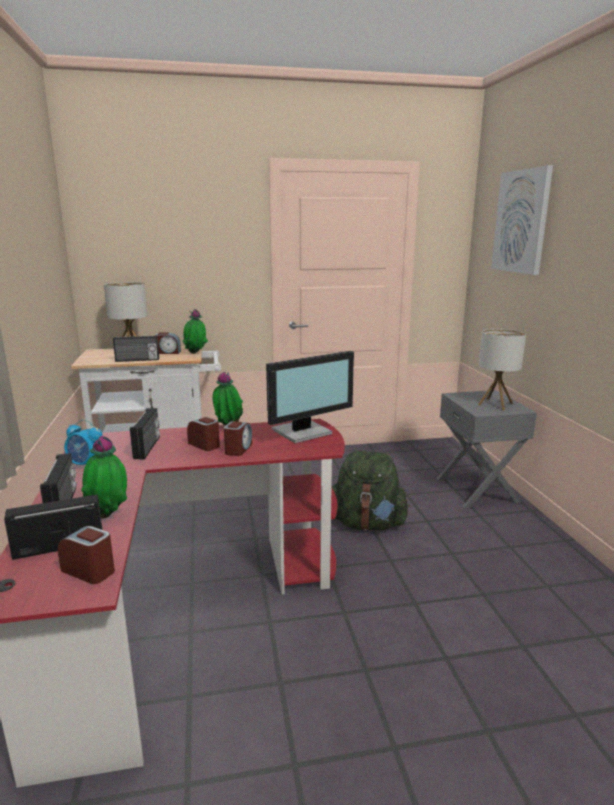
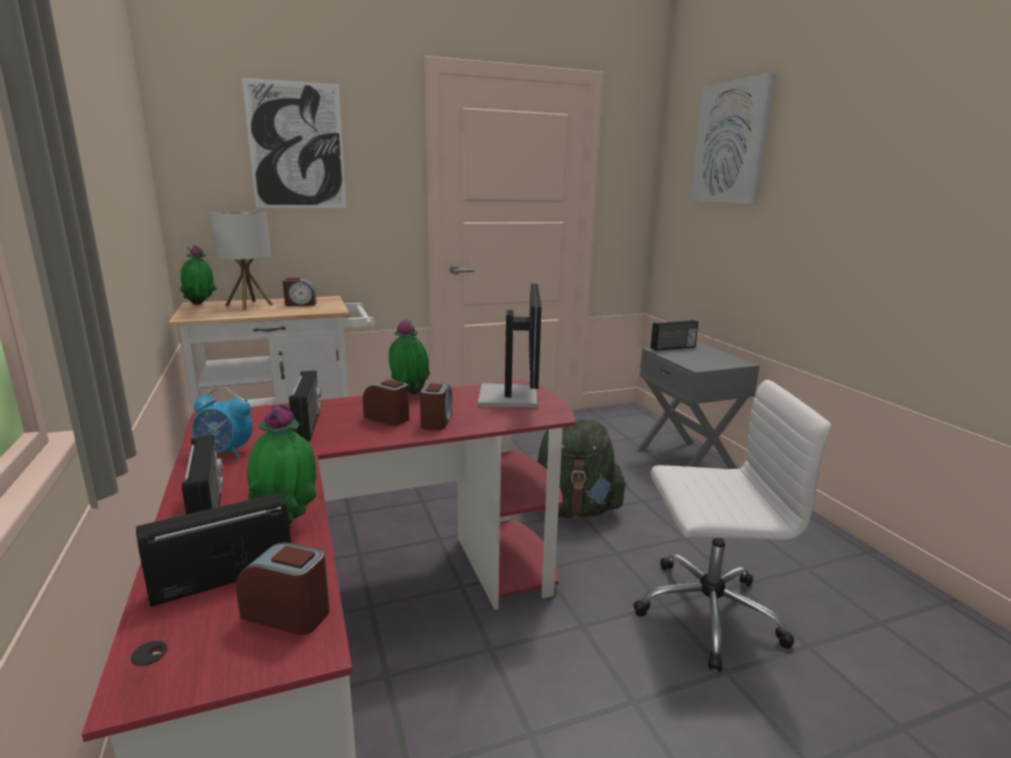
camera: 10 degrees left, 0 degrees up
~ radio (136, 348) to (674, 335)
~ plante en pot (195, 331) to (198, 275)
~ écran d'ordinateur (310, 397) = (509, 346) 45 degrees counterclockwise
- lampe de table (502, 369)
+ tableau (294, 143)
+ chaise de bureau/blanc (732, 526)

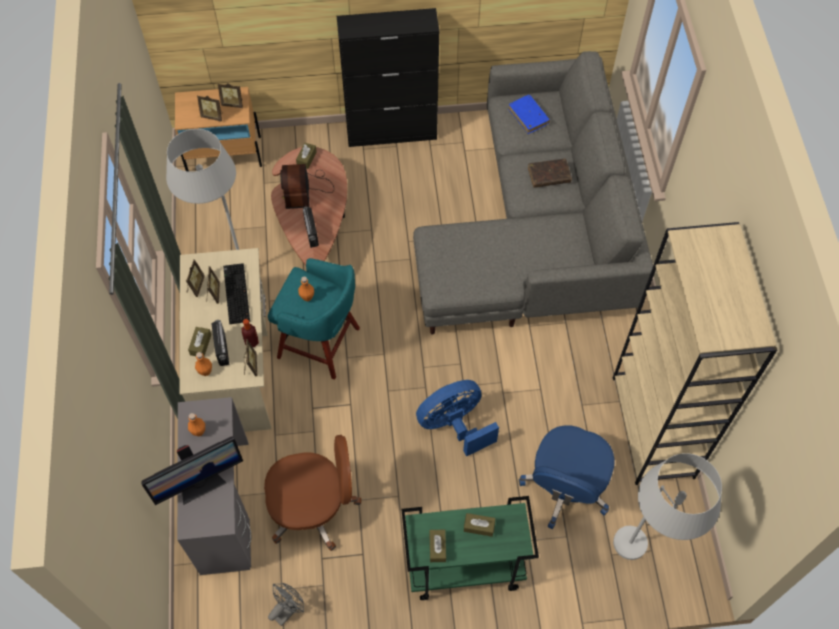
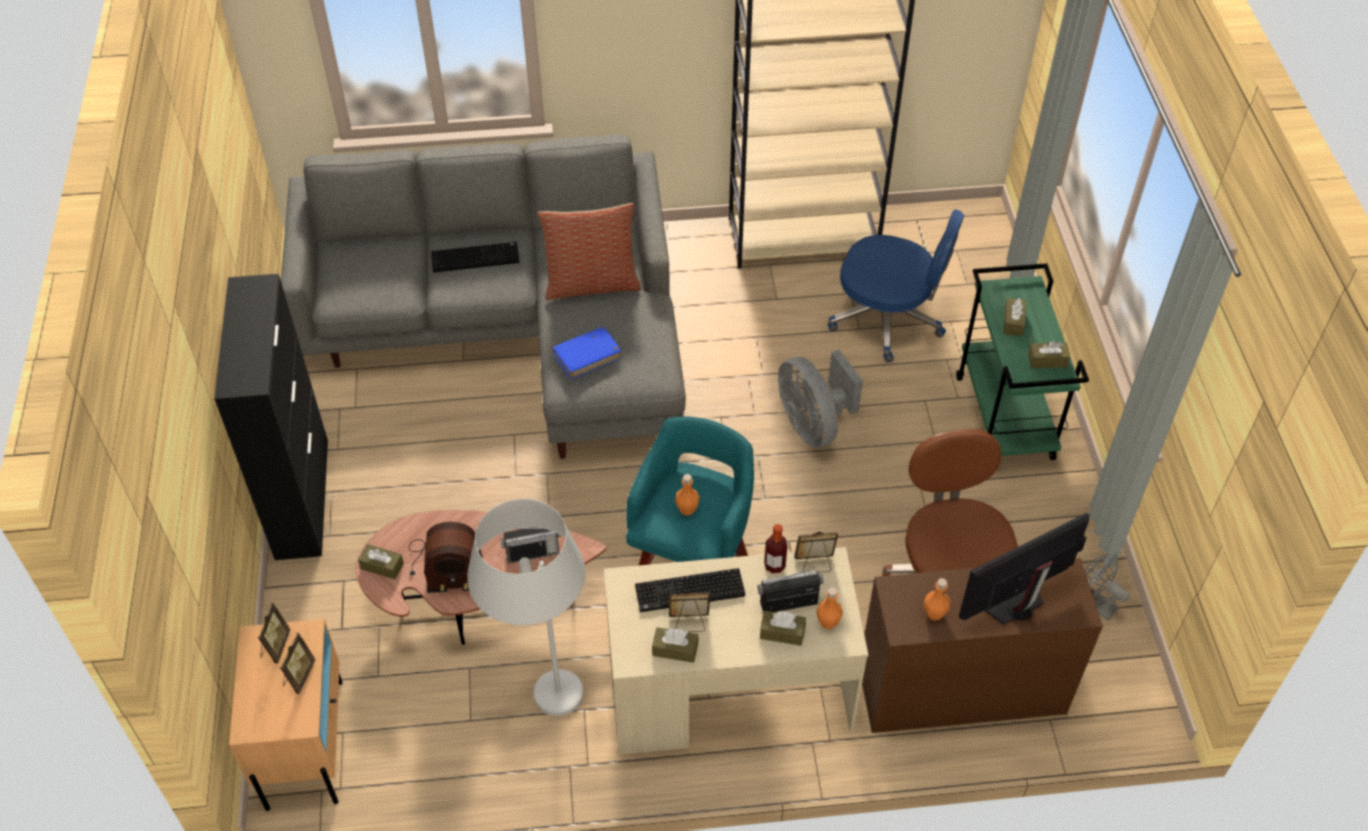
camera: 90 degrees left, 10 degrees down
~ écran d'ordinateur (192, 470) = (1024, 568) 90 degrees counterclockwise
~ bureau/gris (214, 486) to bureau/marron (982, 645)
~ cadre photo (195, 278) to boîte à mouchoirs/marron (675, 645)
~ ventilateur/bleu (457, 418) to ventilateur/gris (820, 399)
~ livre/bleu (529, 114) to (586, 353)
~ livre/marron (550, 173) to clavier (475, 257)
- lampadaire/blanc (667, 506)
+ coussin (589, 251)

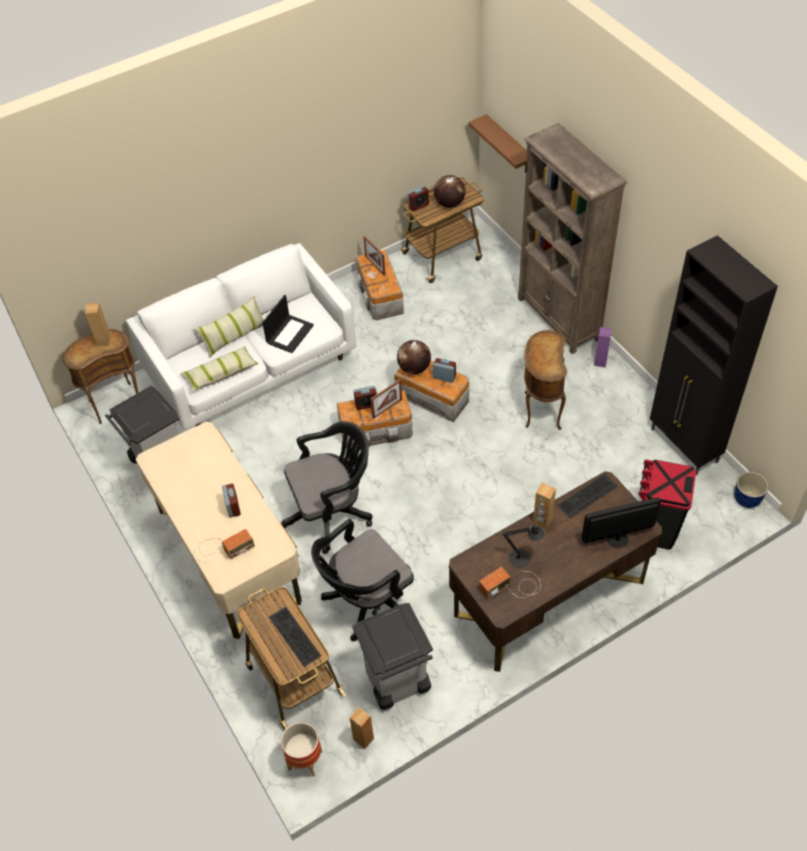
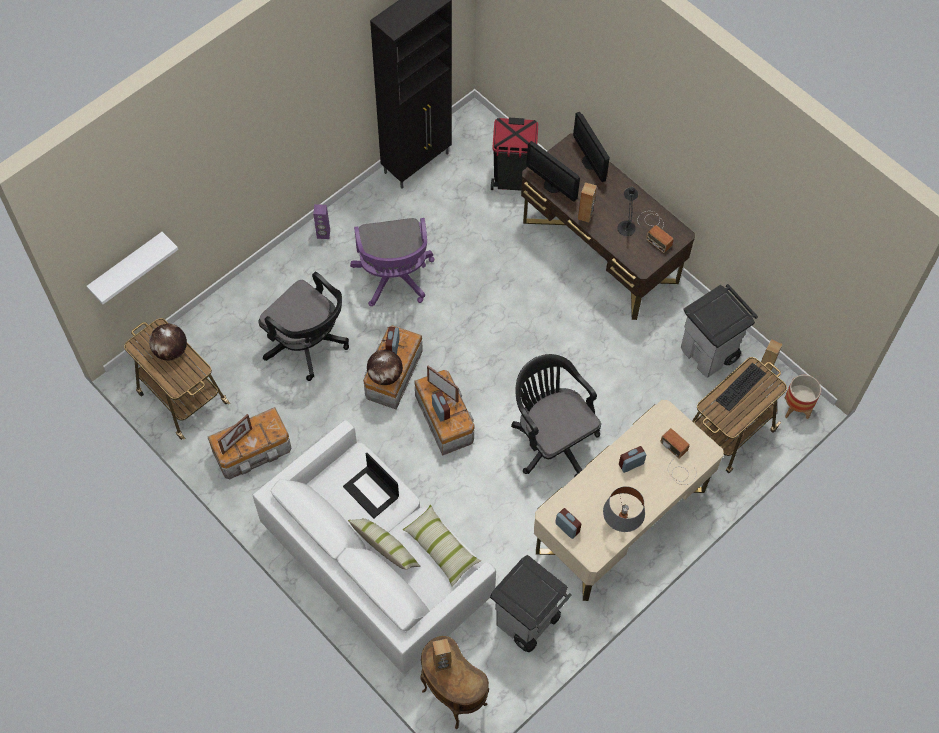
camera: 105 degrees left, 10 degrees up
~ ordinateur portable (288, 324) = (371, 485) 150 degrees counterclockwise
~ chaise de bureau/noir (362, 580) to (303, 326)
~ réveil (418, 198) to (568, 523)
~ étagère/marron (498, 143) to étagère/blanc (132, 268)
- bibliothèque/marron (572, 238)
~ table d'appoint/marron (545, 380) to chaise de bureau/violet (392, 262)
~ clavier (587, 496) to écran d'ordinateur (553, 171)
- cache-pot (751, 490)
+ lampe de table/gris (624, 509)

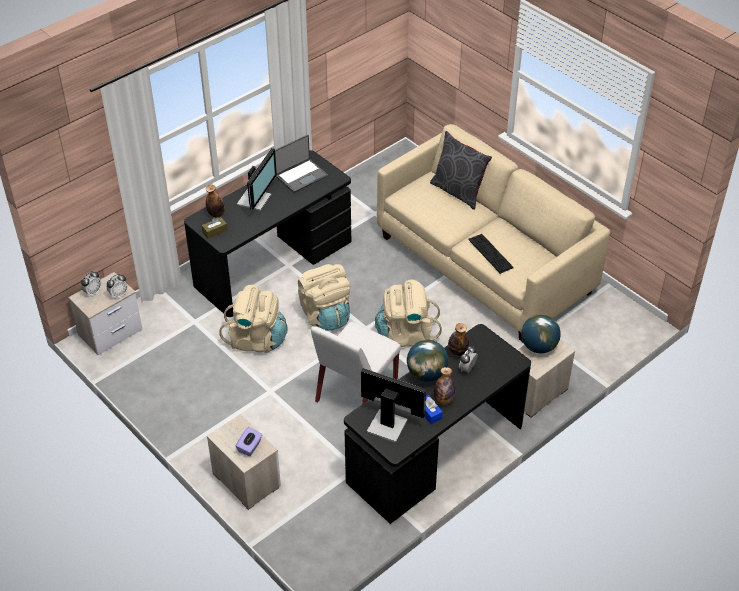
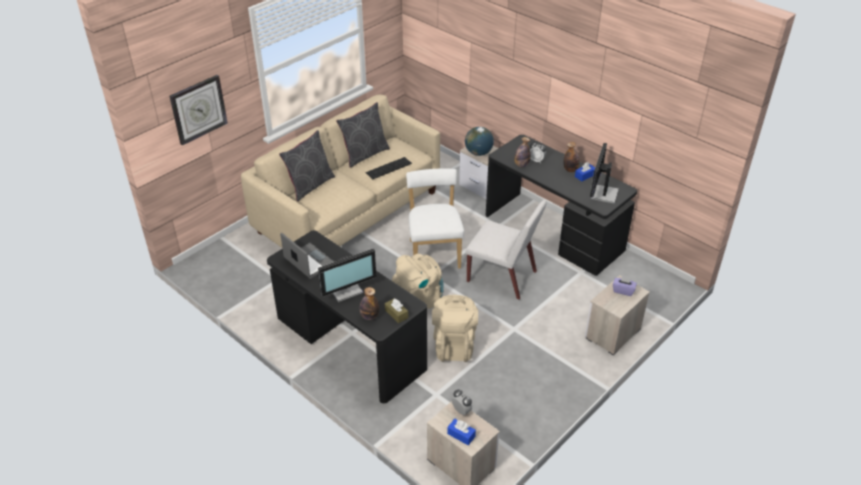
camera: 95 degrees left, 5 degrees down
~ réveil (91, 283) to boîte à mouchoirs/bleu (461, 432)
~ écran d'ordinateur (257, 179) = (347, 275) 135 degrees clockwise
~ sac à dos/beige (408, 313) to chaise/blanc (435, 219)
- globe (427, 360)
+ horloge murale (199, 110)
+ coussin/gris (363, 135)

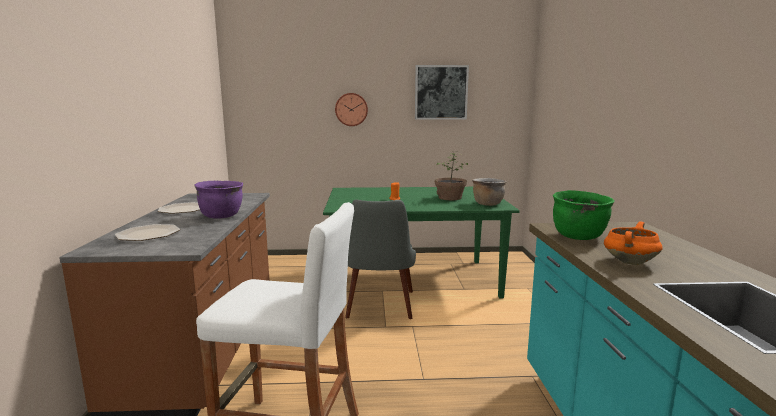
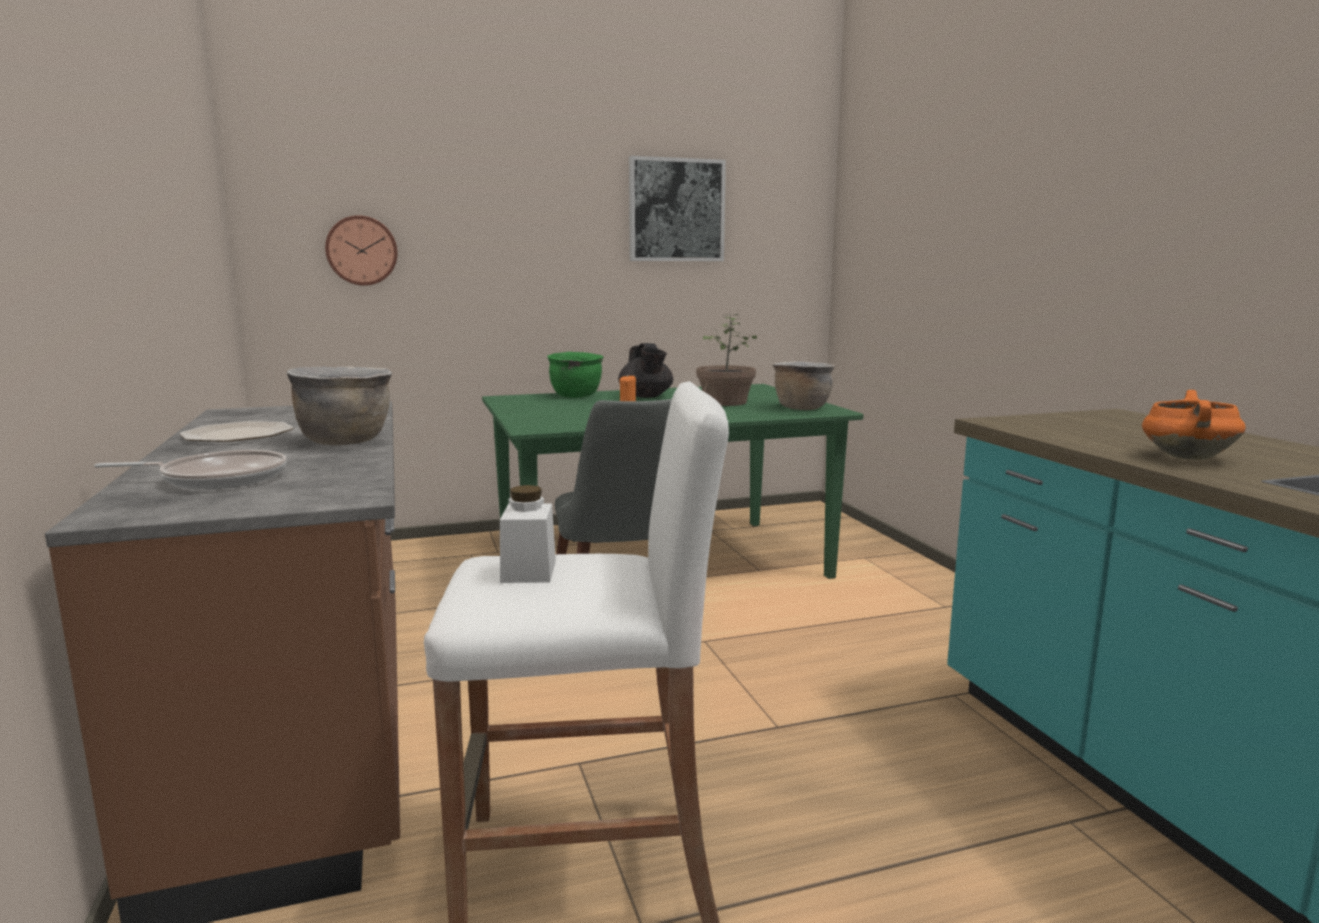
camera: 15 degrees left, 0 degrees up
~ assiette (147, 232) to poêle (190, 469)
~ marmite/violet (219, 200) to marmite/marron (339, 405)
~ horloge murale (351, 109) to (361, 250)
~ marmite/vert (584, 215) to (575, 375)
+ bocal/blanc (528, 534)
+ théière/noir (645, 370)

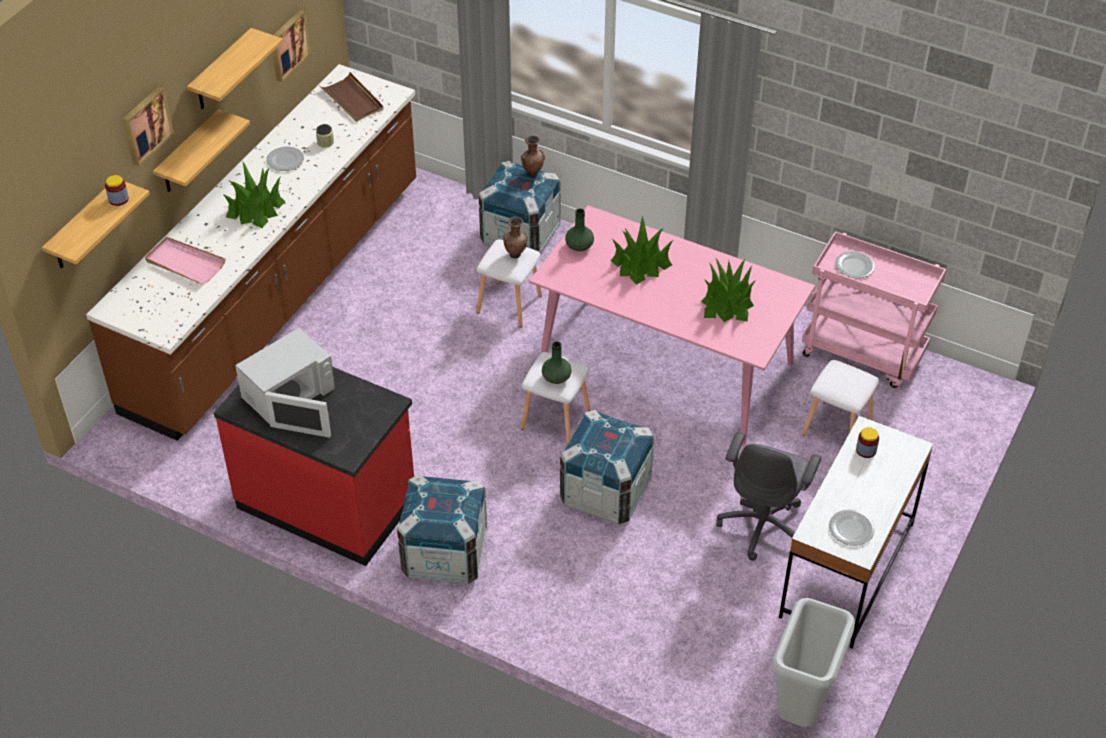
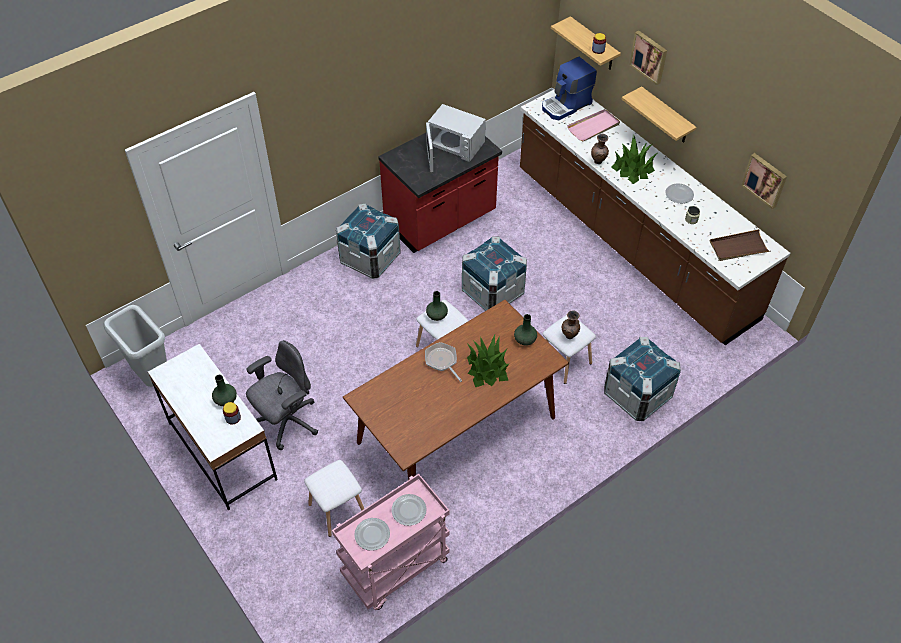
camera: 115 degrees right, 5 degrees up
- étagère (235, 68)
~ micro-ondes/blanc (285, 383) = (456, 138) 45 degrees counterclockwise
~ vase/marron (533, 156) to (600, 149)
~ table à manger/rose (672, 325) to table à manger/marron (456, 390)
~ caisse (607, 467) to (494, 273)
- plante en pot (728, 289)
~ chaise de bureau/gris (768, 496) = (282, 395) 90 degrees clockwise
~ assiette (851, 527) to (372, 534)
+ vase/vert (224, 390)
+ poêle (443, 362)
+ machine à café (569, 88)

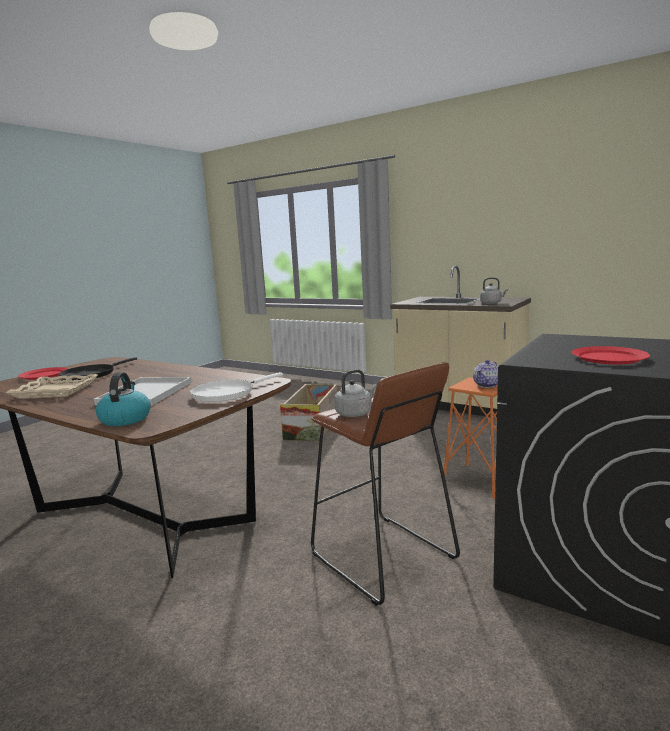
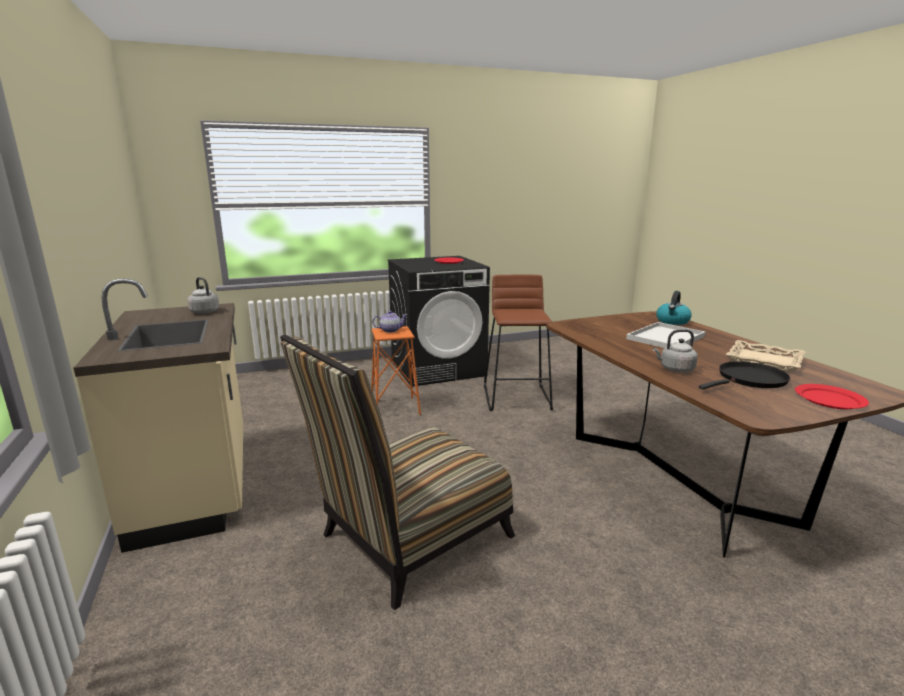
camera: 145 degrees left, 5 degrees up
- poêle/blanc (236, 387)
~ caisse (308, 413) to chaise (397, 472)
~ bouilloire/gris (355, 393) to (675, 350)

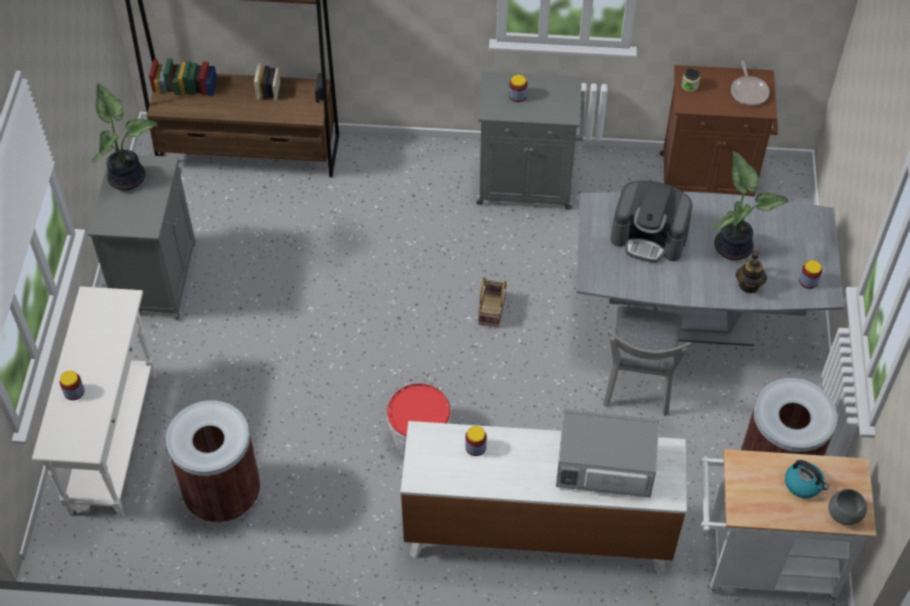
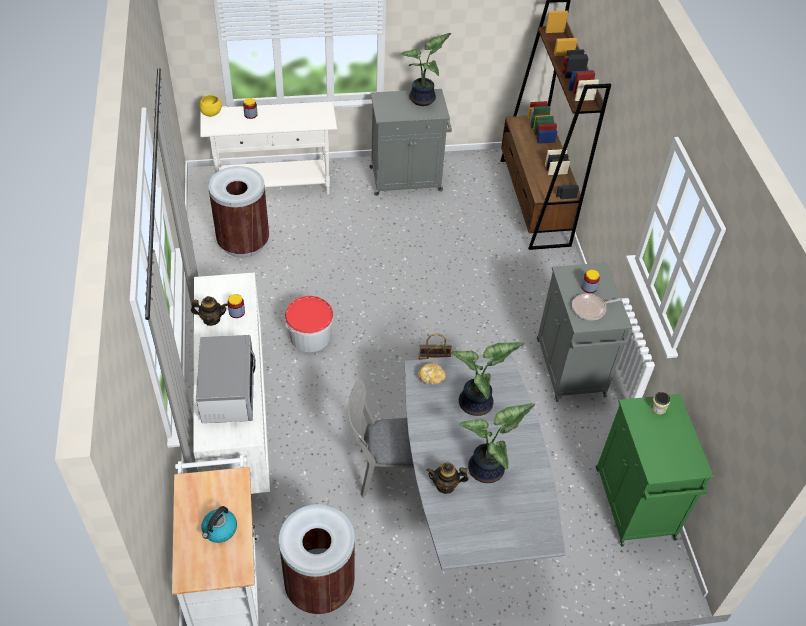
camera: 75 degrees right, 5 degrees down
~ machine à café (652, 221) to plante en pot (487, 379)
~ meuble de rangement/marron (719, 131) to meuble de rangement/vert (655, 470)
~ poêle (750, 83) to (597, 307)
- bocal (810, 274)
- bol/gris (848, 507)
+ théière (209, 311)
+ bol/jaune (210, 106)
+ pain (432, 374)

